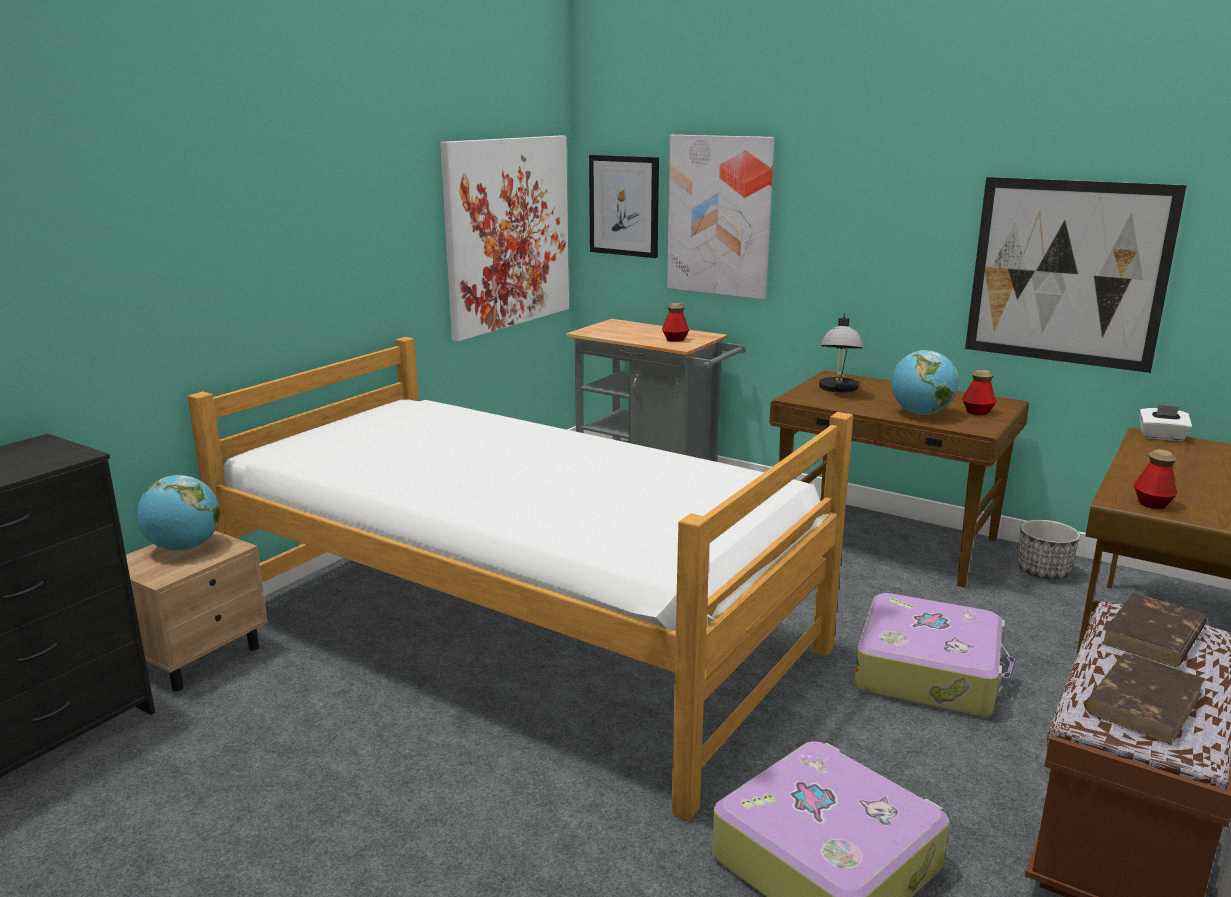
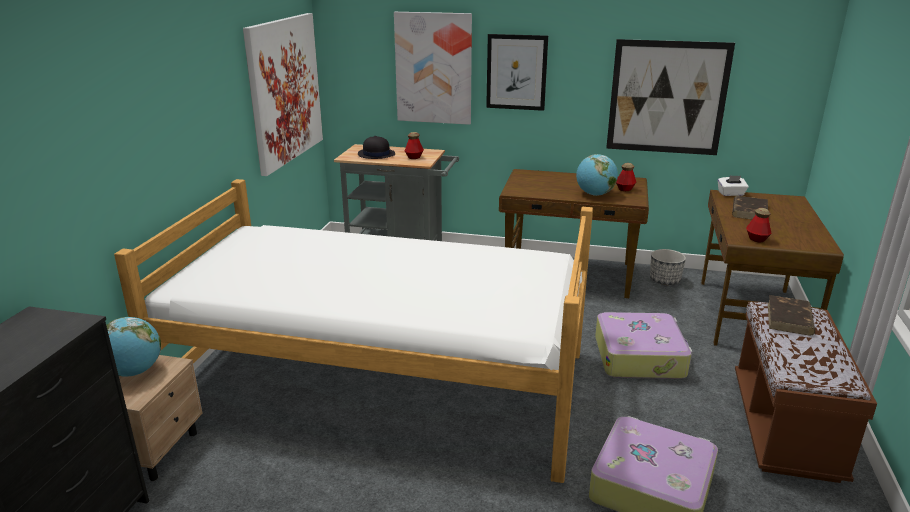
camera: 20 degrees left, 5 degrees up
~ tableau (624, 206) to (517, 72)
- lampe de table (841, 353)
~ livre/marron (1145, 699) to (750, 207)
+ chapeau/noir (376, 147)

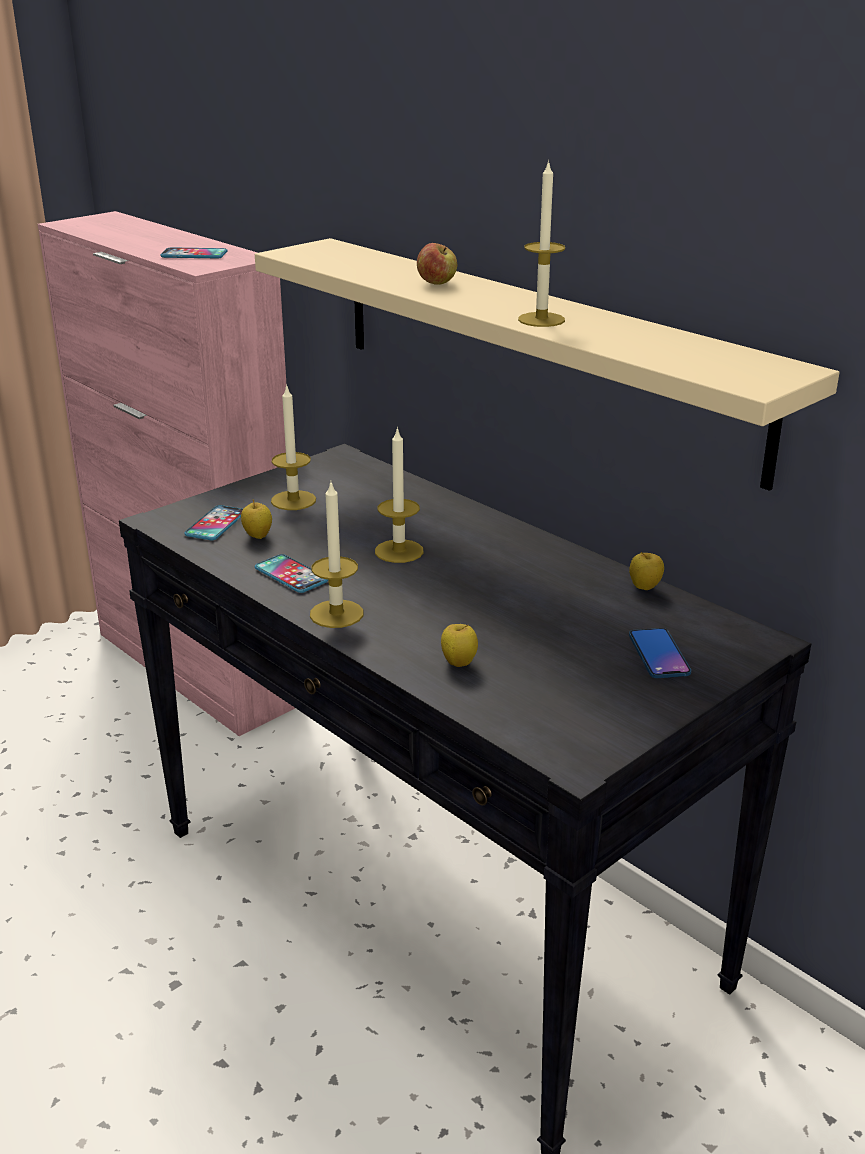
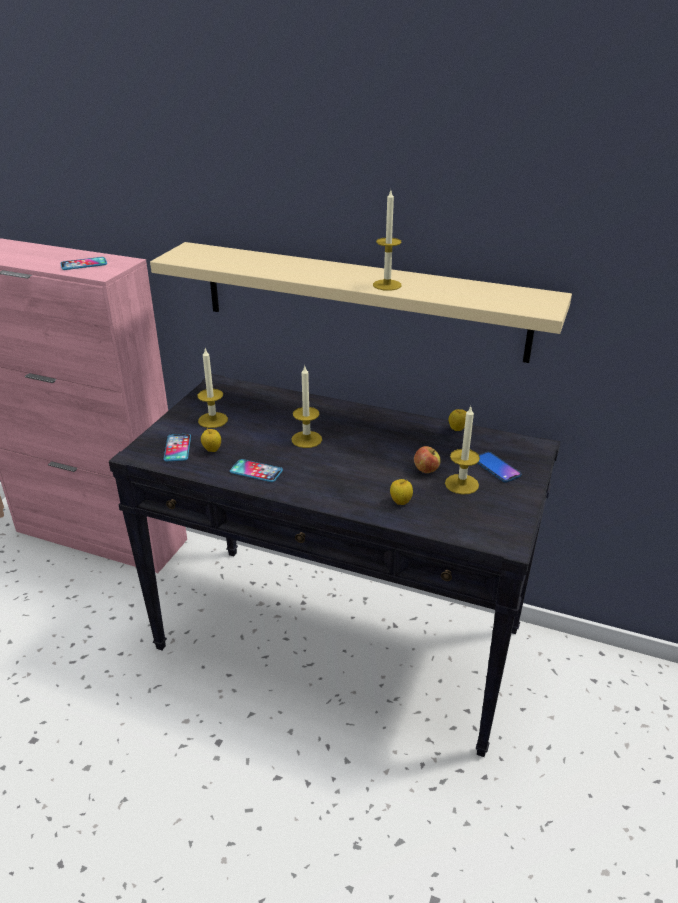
camera: 25 degrees left, 5 degrees up
~ bougie (336, 555) to (462, 451)
~ pomme (437, 264) to (427, 459)

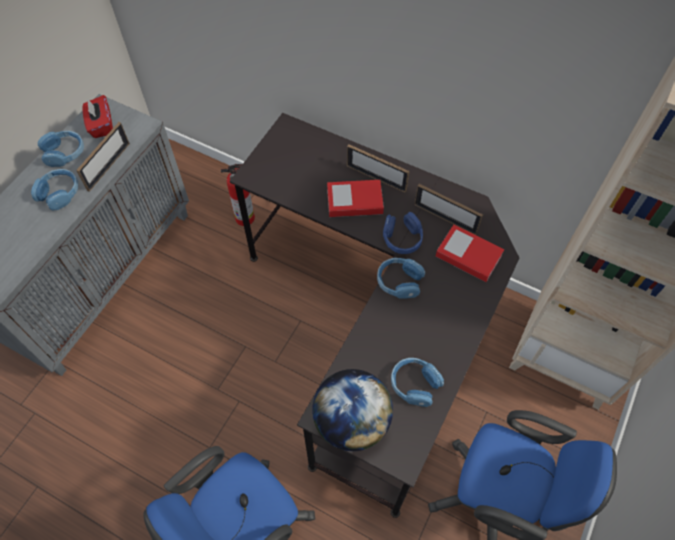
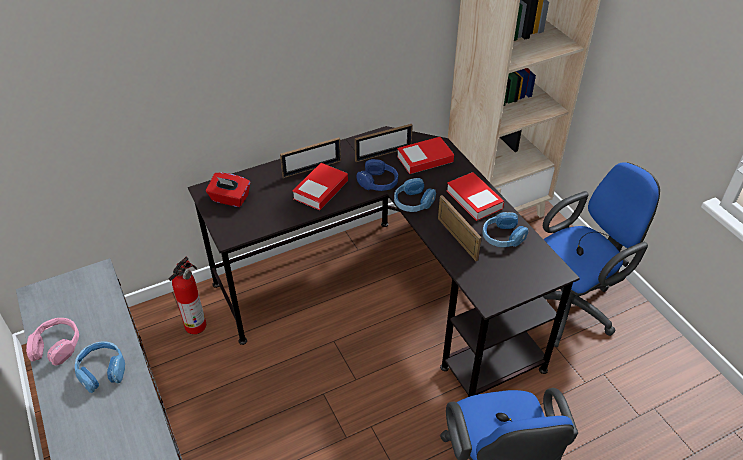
camera: 55 degrees left, 15 degrees down
~ casque audio/bleu (61, 149) to casque audio/rose (52, 342)
~ cadre photo (103, 157) to (460, 228)
~ boîte à mouchoirs/rouge (97, 116) to (228, 189)
- globe (352, 410)
+ livre (475, 196)

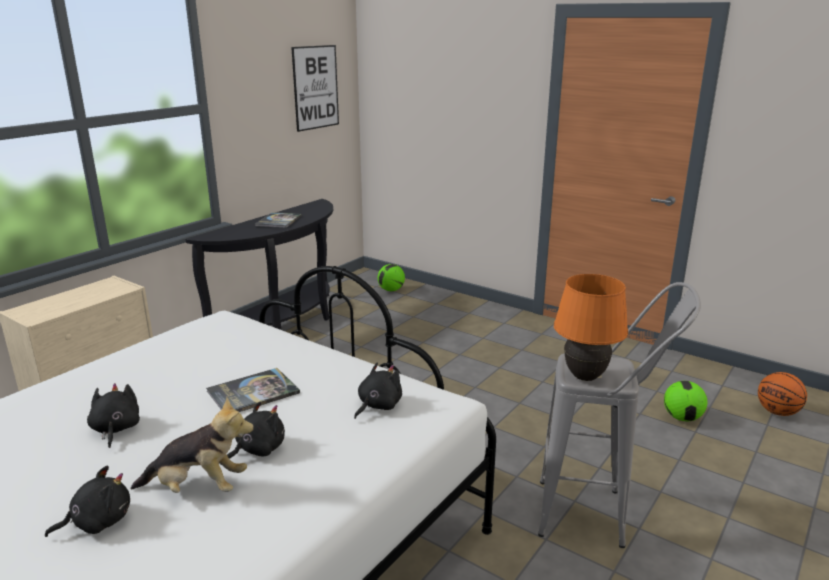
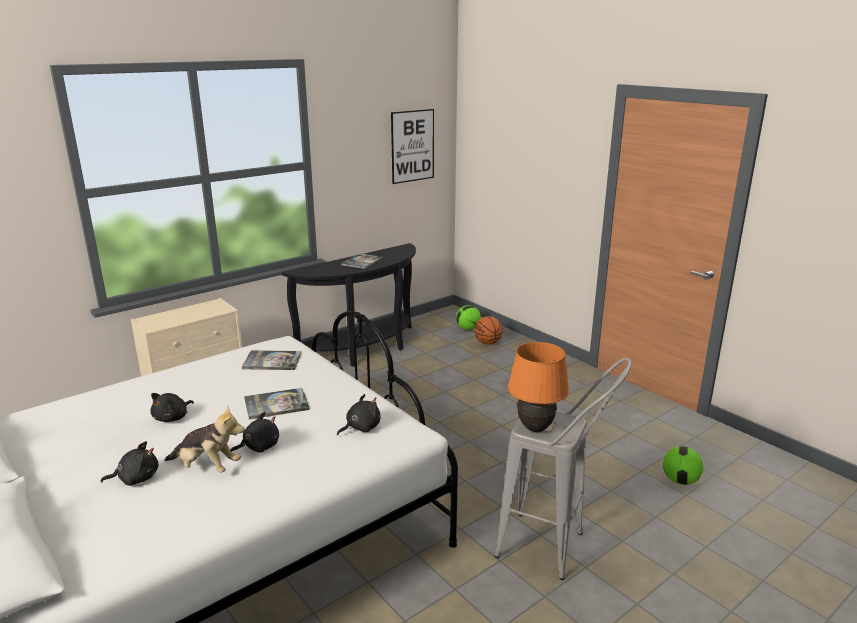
camera: 15 degrees right, 0 degrees up
~ peluche/noir (113, 415) = (172, 407) 150 degrees counterclockwise
~ ballon de basket (782, 394) to (488, 330)
+ livre (272, 360)

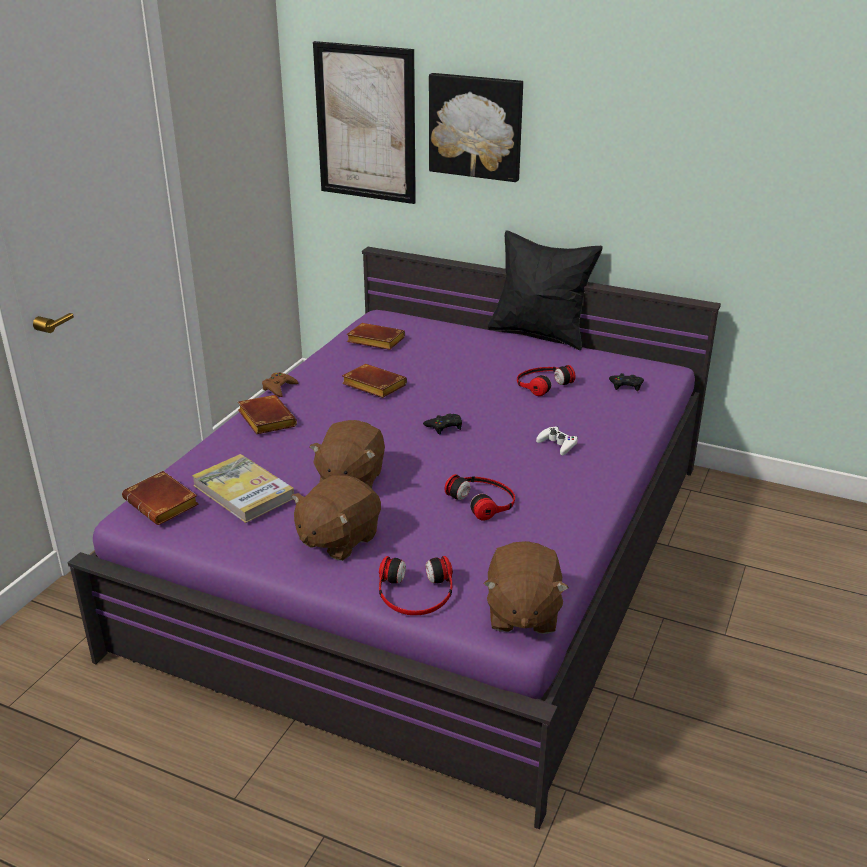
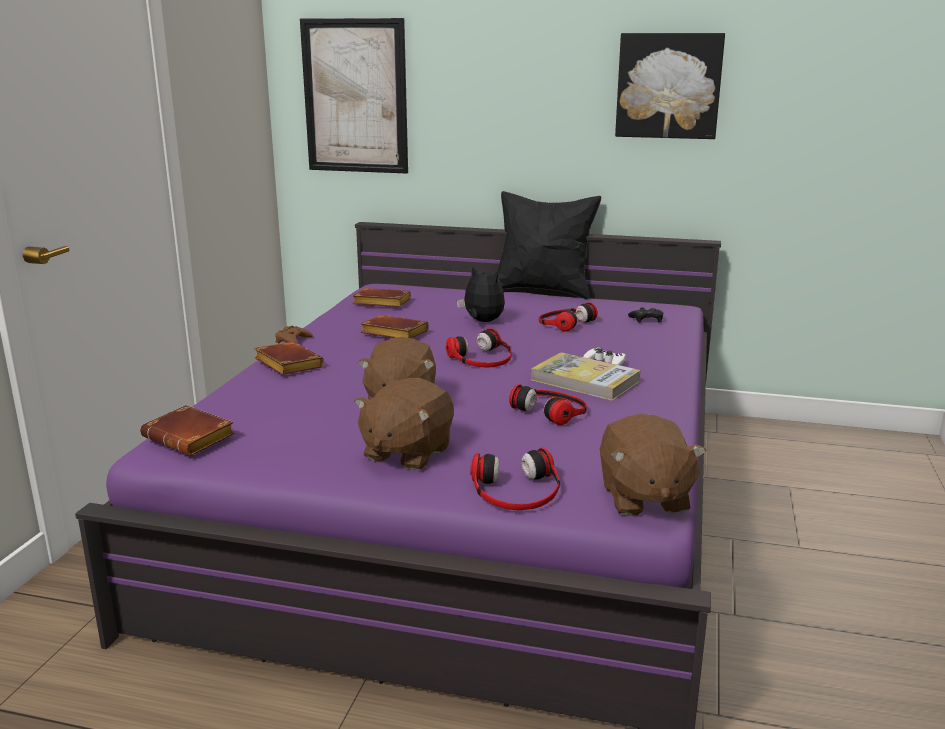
camera: 10 degrees left, 10 degrees down
~ livre (243, 488) to (586, 376)
~ manette/noir (442, 424) to casque audio (479, 348)
~ tableau (476, 127) to (670, 86)
+ peluche (481, 294)

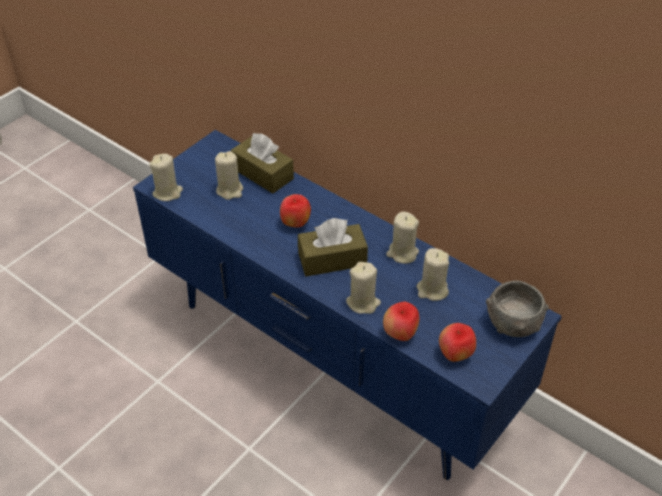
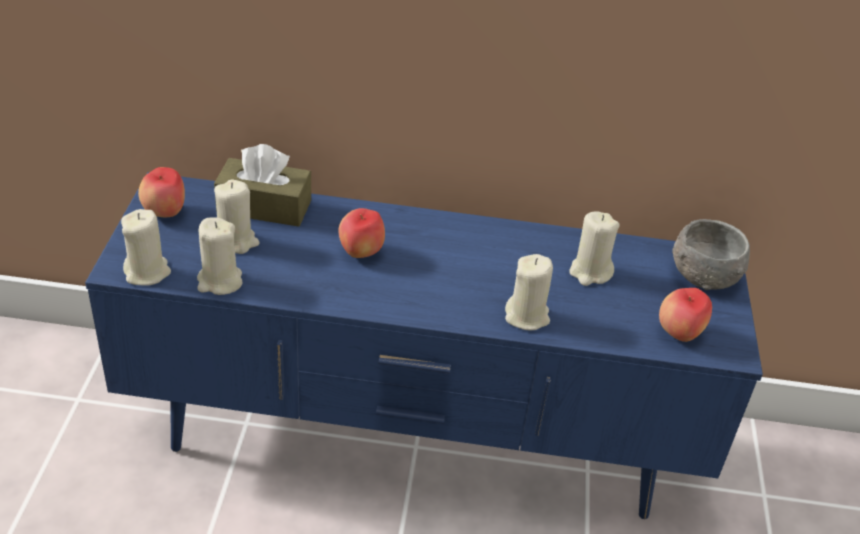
camera: 35 degrees left, 5 degrees down
- boîte à mouchoirs/marron (333, 247)
~ pomme (401, 321) to (161, 192)
~ bougie/beige (402, 237) to (219, 256)

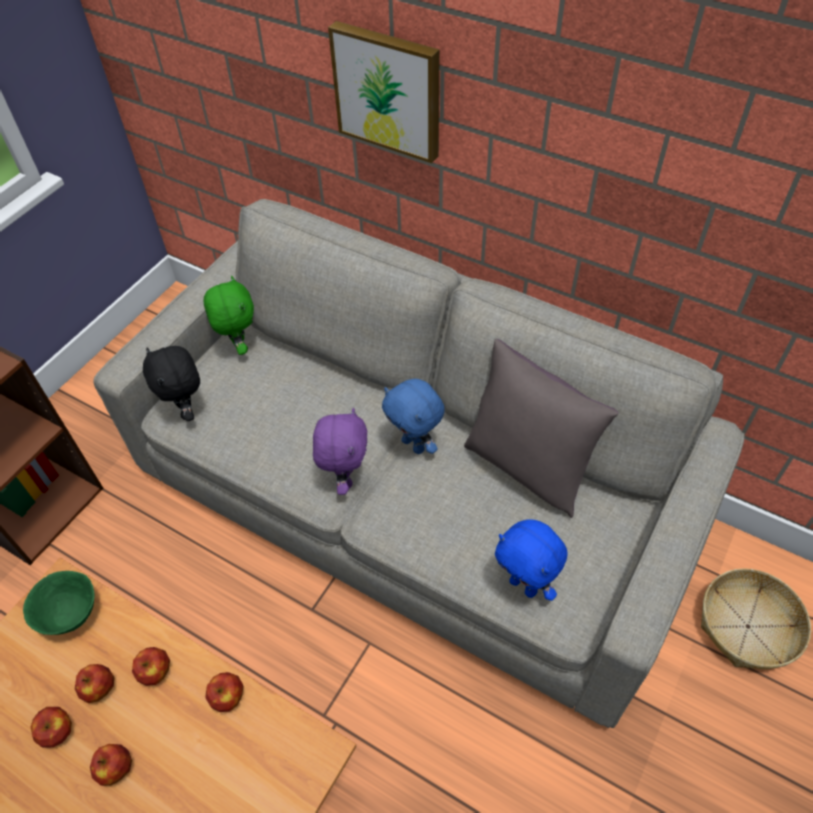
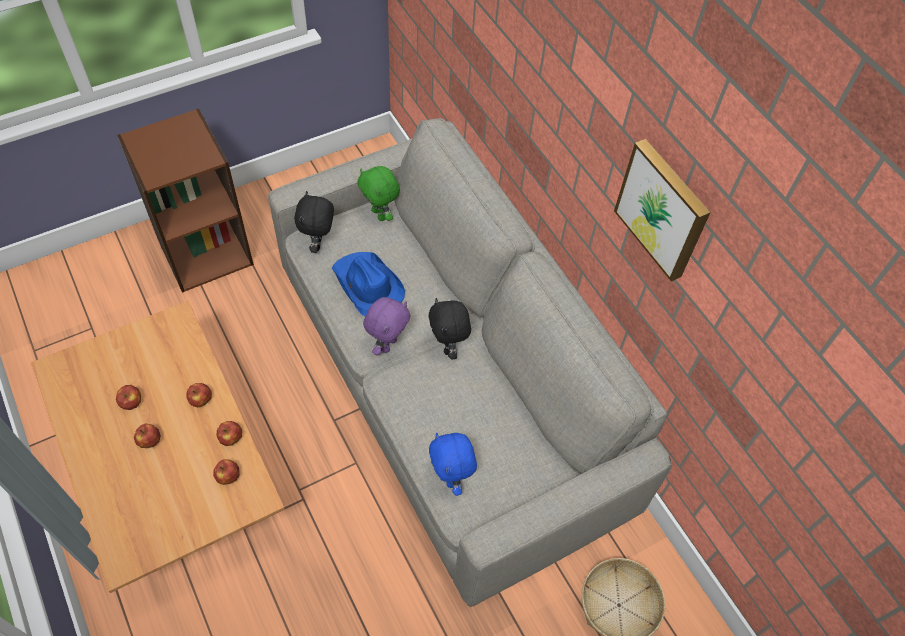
camera: 25 degrees right, 5 degrees up
- bol/vert (58, 603)
~ pomme (94, 683) to (226, 472)
~ peluche/vert (229, 315) = (378, 193) 135 degrees clockwise
~ tableau (384, 92) to (662, 210)
~ peluche/bleu (413, 416) to peluche/noir (450, 328)
- coussin/gris (541, 428)
+ chapeau/bleu (368, 284)

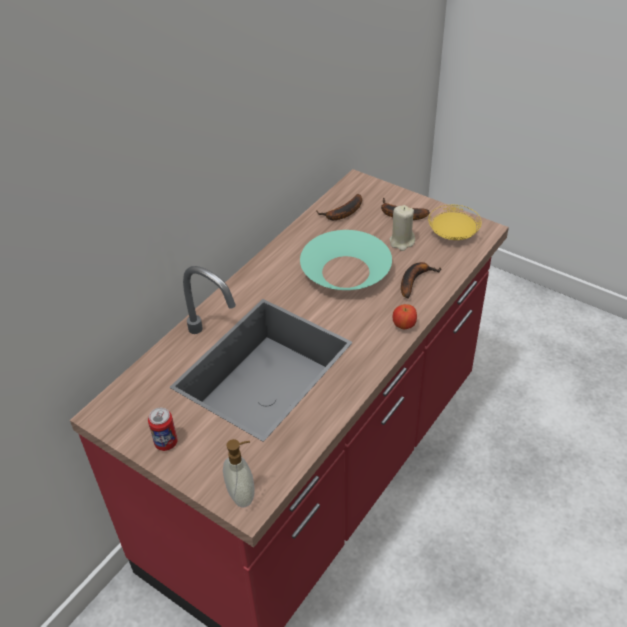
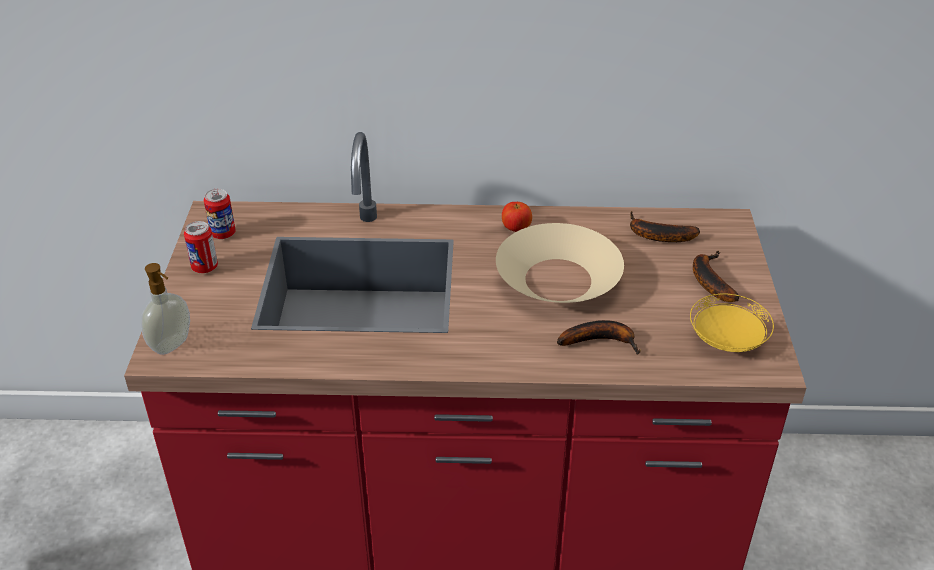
camera: 55 degrees right, 5 degrees down
~ bol/turquoise (346, 260) to bol/beige (560, 263)
- bougie/beige (402, 228)
~ pomme (405, 316) to (517, 217)
+ boîte métallique (220, 214)

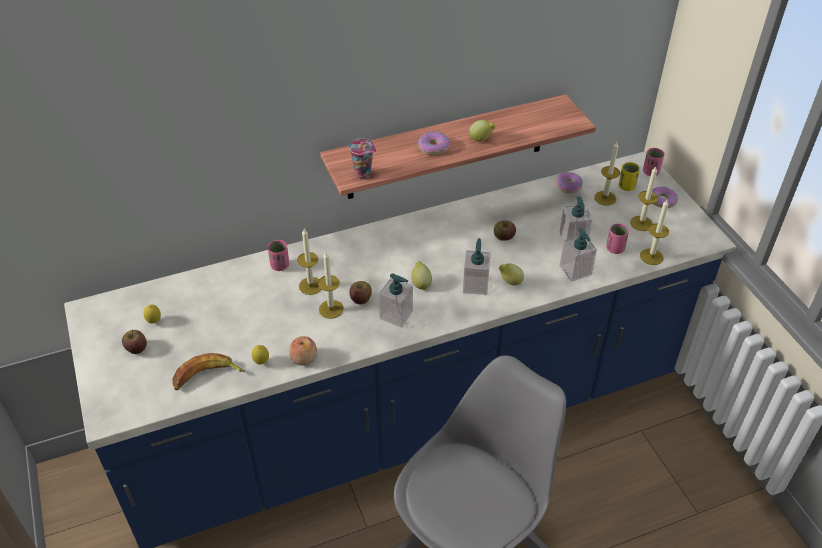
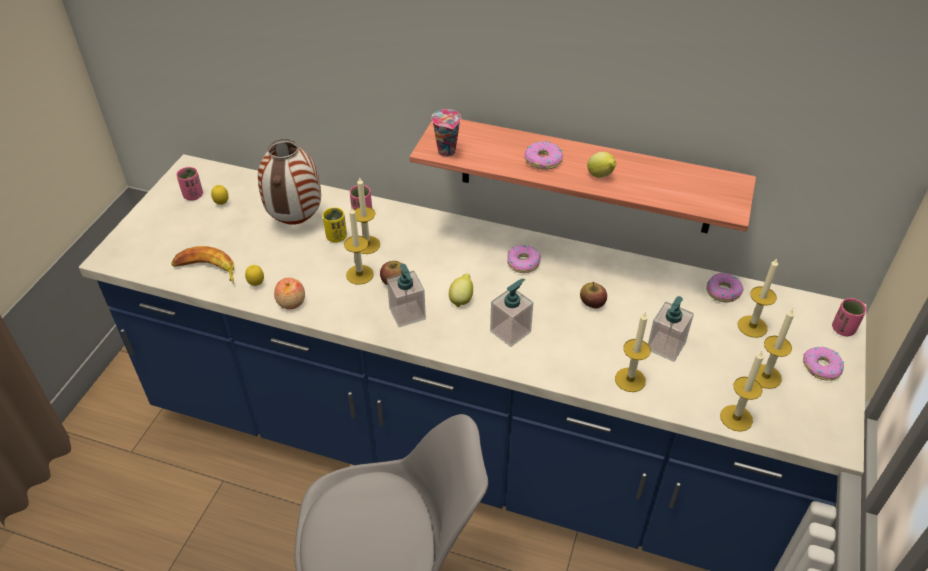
camera: 40 degrees right, 0 degrees up
- pomme (134, 342)
- citron (511, 274)
~ distributeur de savon (578, 255) to bougie (633, 351)
~ tasse/rose (617, 238) to (189, 184)
~ tasse/jaune (629, 176) to (334, 224)
+ vase (289, 182)
+ beignet (524, 259)

